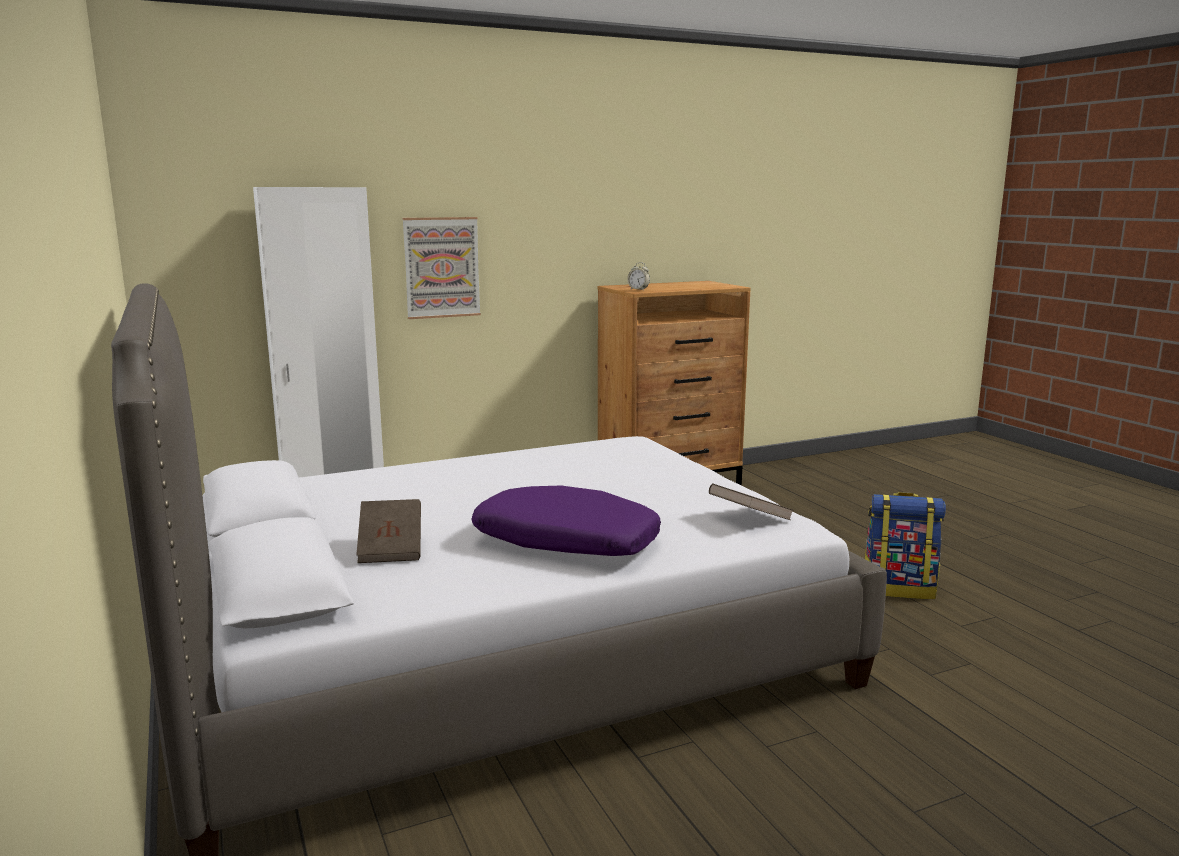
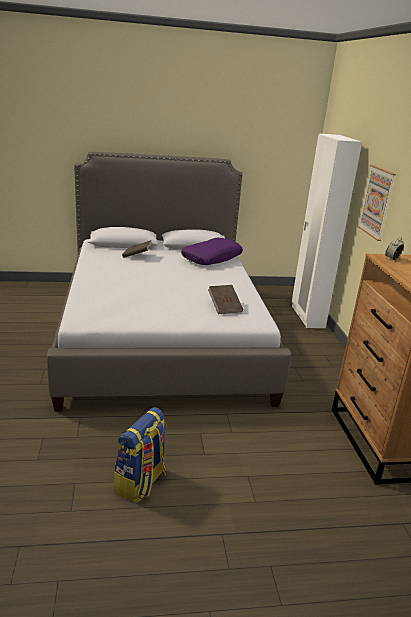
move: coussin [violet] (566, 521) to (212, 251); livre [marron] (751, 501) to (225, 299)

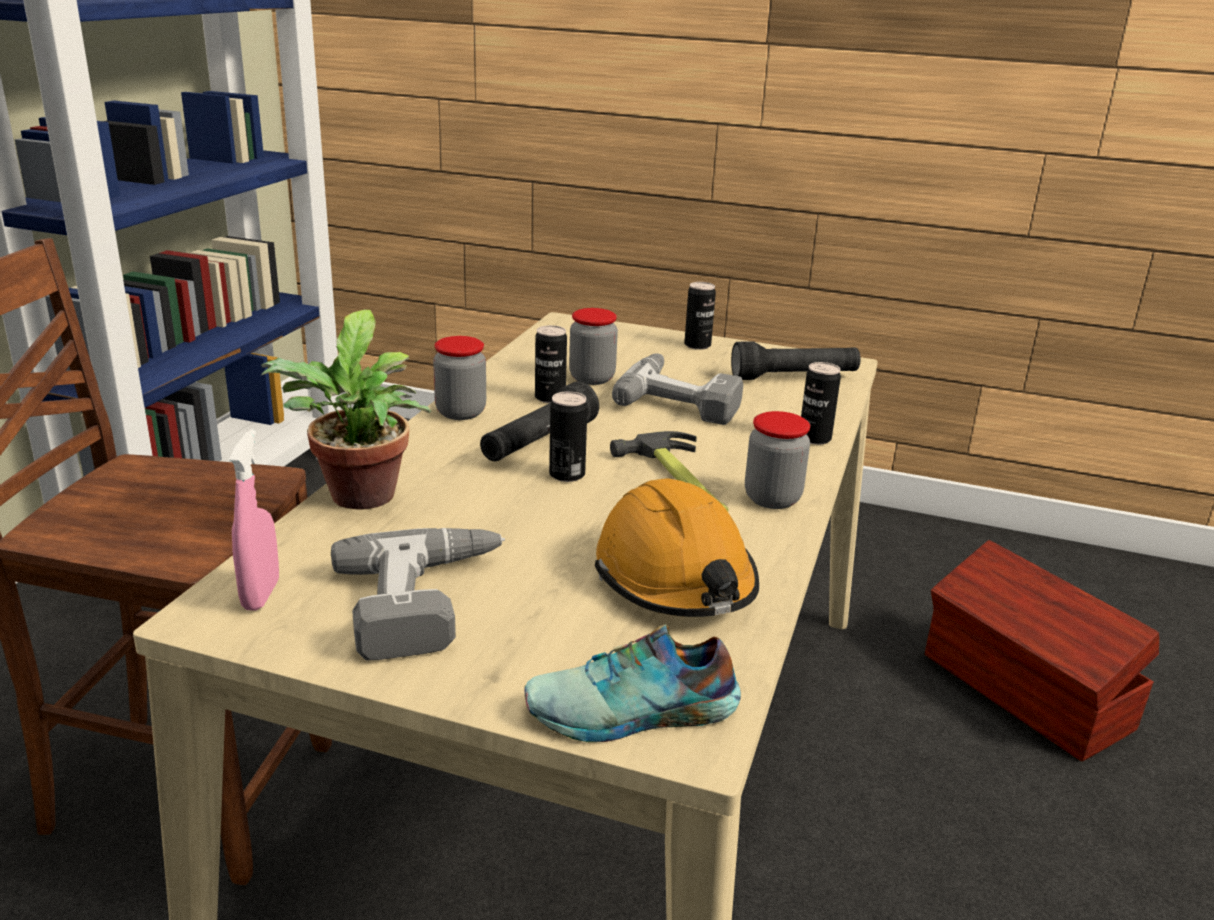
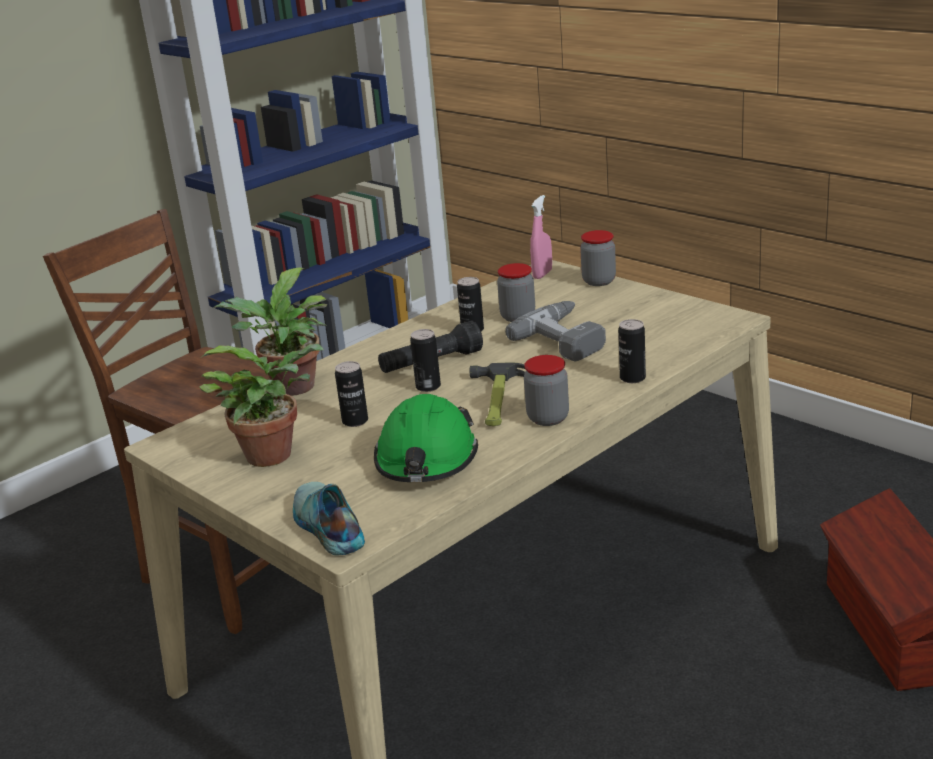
delete: lampe de poche [noir] (796, 360)
move: boîte métallique (700, 316) to (351, 394); vaporisateur [rose] (254, 520) to (541, 237); bocal (459, 378) to (598, 258)
replace: perceuse (418, 594) to plante en pot (262, 405)
recolor: casque de chantier [orange] (677, 548) to casque de chantier [vert] (426, 438)
rotate: chaussure (632, 683) = (329, 518) 45 degrees clockwise

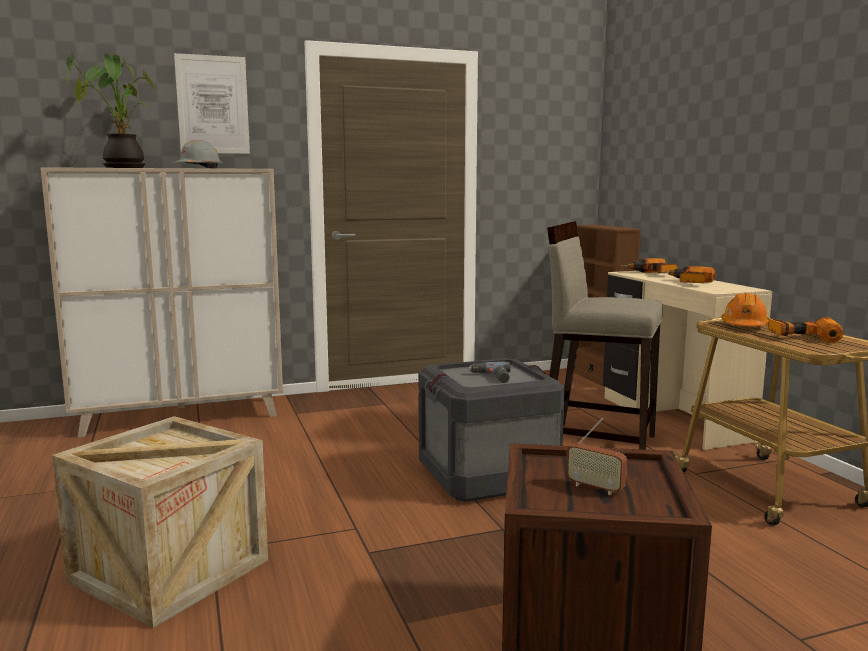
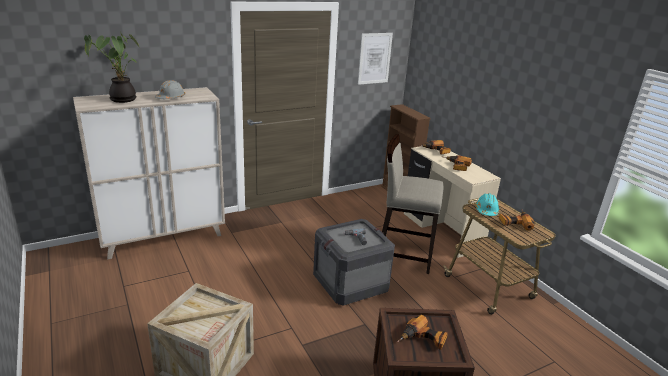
move: tableau (212, 103) to (375, 59)
replace: radio (596, 456) to perceuse (422, 332)
recolor: casque de chantier [orange] (745, 309) to casque de chantier [turquoise] (487, 204)

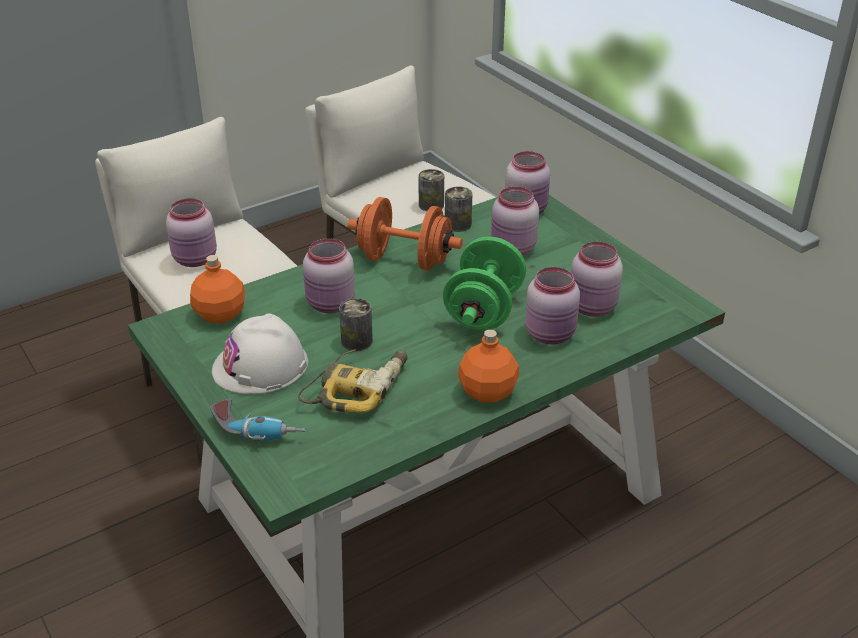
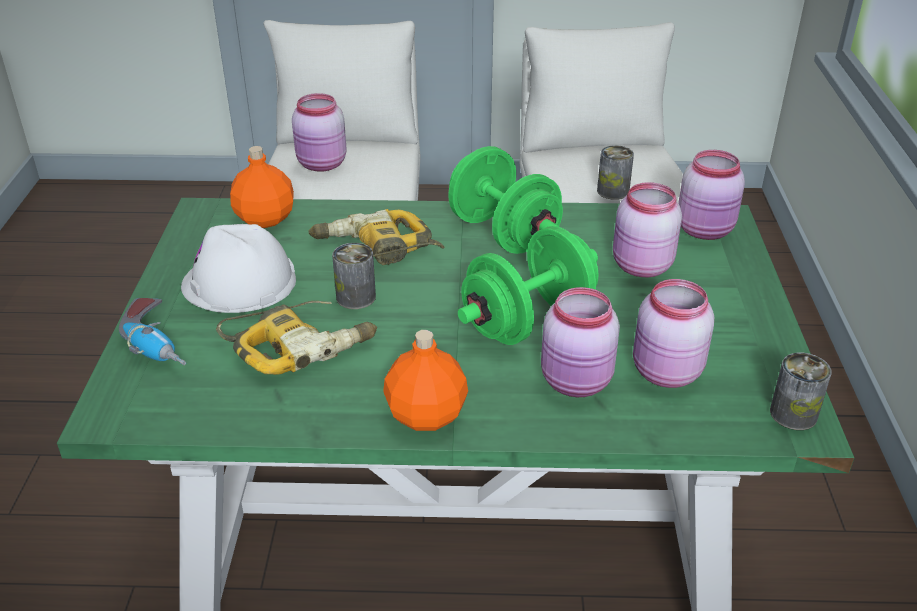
move: boîte métallique (458, 209) to (801, 391)
replace: bocal [rose] (329, 275) to perceuse (376, 237)
recolor: haltère [orange] (405, 234) to haltère [vert] (505, 200)

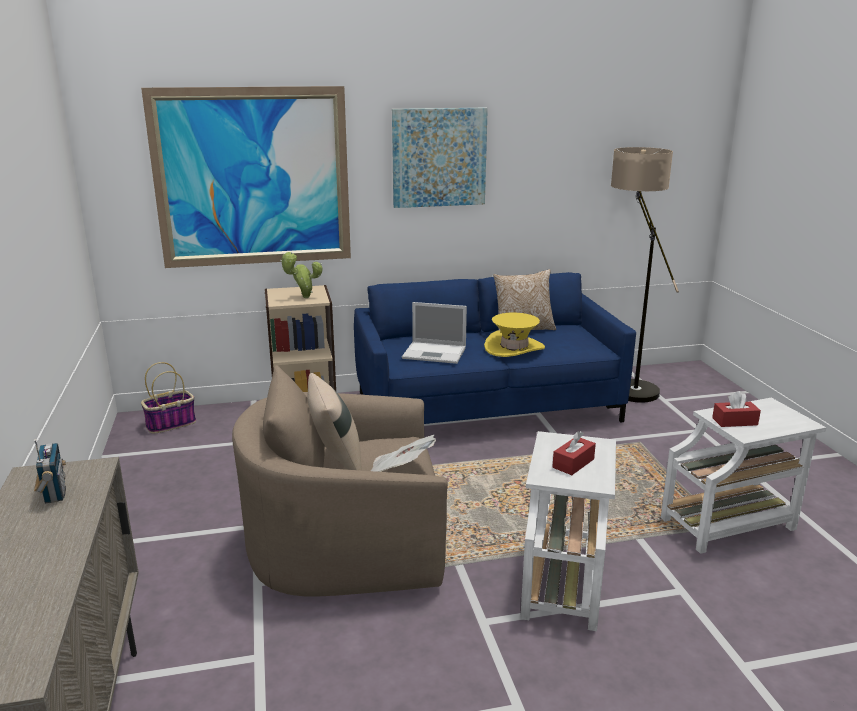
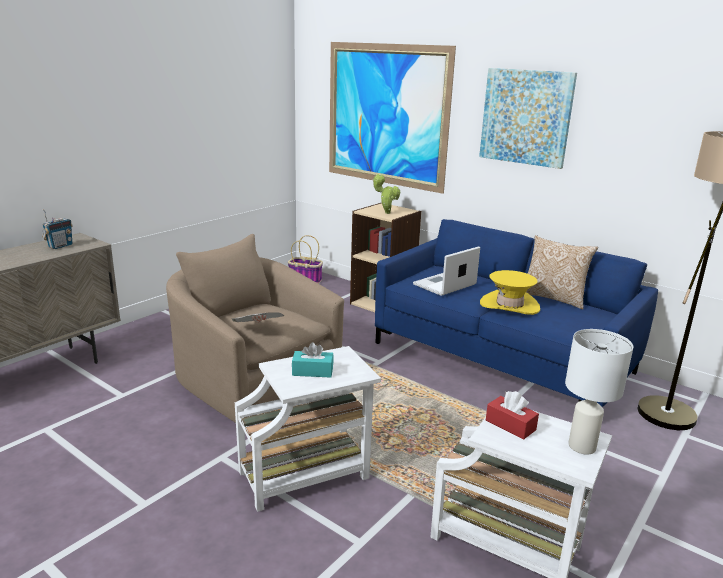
delete: coussin [beige] (335, 422)
insert: lampe de table [blanc] (599, 391)
recolor: boîte à mouchoirs [rouge] (574, 453) to boîte à mouchoirs [turquoise] (313, 360)
rotate: ordinateur portable (434, 333) = (446, 271) 75 degrees clockwise

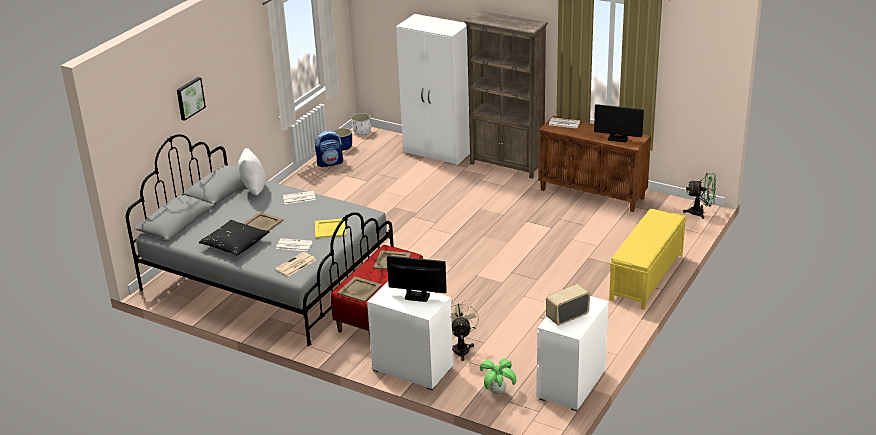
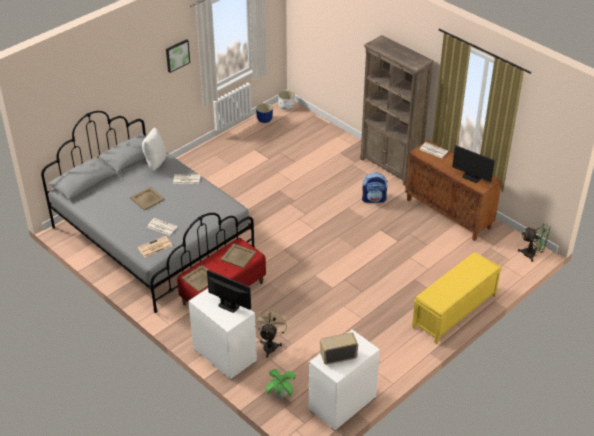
delete: coussin [noir] (234, 238); plateau [jaune] (330, 228); armoire [blanc] (433, 89)
move: tableau (191, 99) to (178, 56); sac à dos (329, 148) to (375, 187)

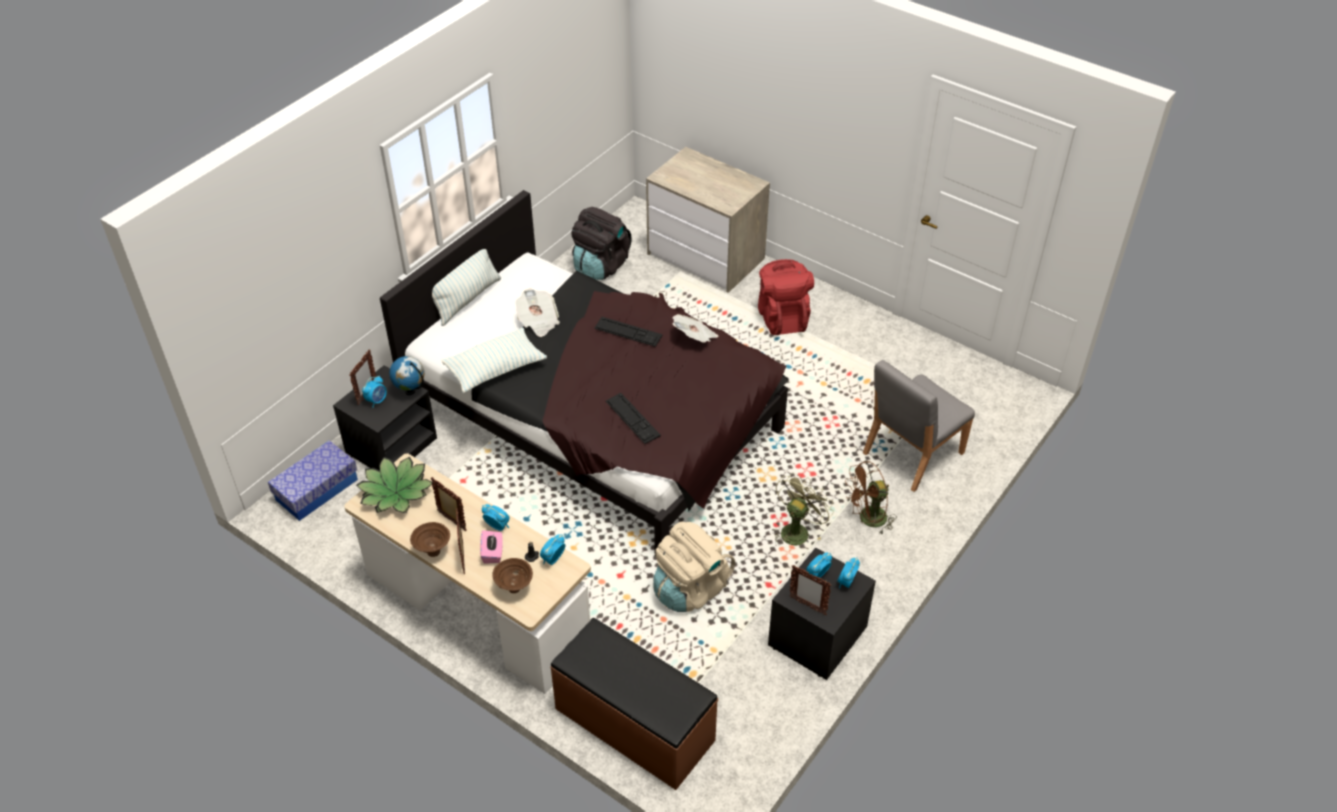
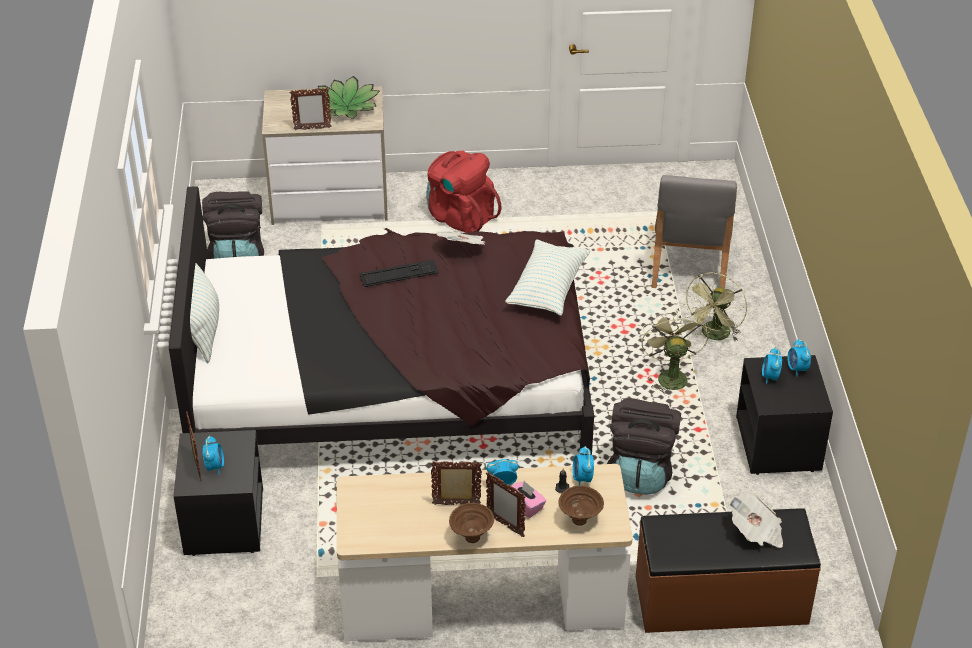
delete: boîte de rangement (313, 480); globe (406, 375); clavier (633, 418)
move: cadre photo (810, 590) to (311, 109); plante en pot (394, 485) to (349, 97); coussin (494, 360) to (547, 277); journal (537, 312) to (756, 520)
recolor: sac à dos [beige] (694, 567) to sac à dos [noir] (644, 446); ventilateur [marron] (871, 497) to ventilateur [vert] (716, 307)

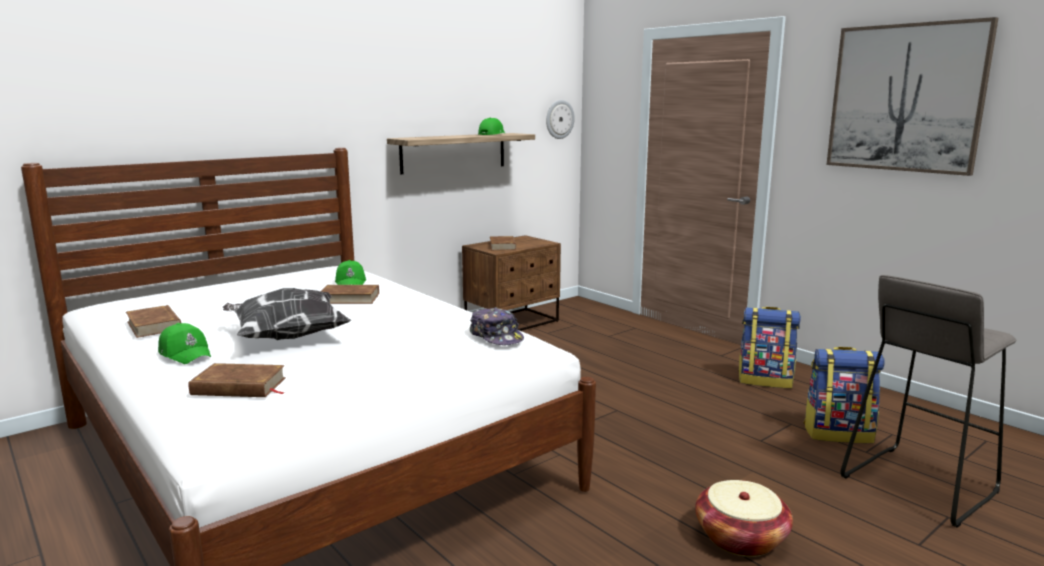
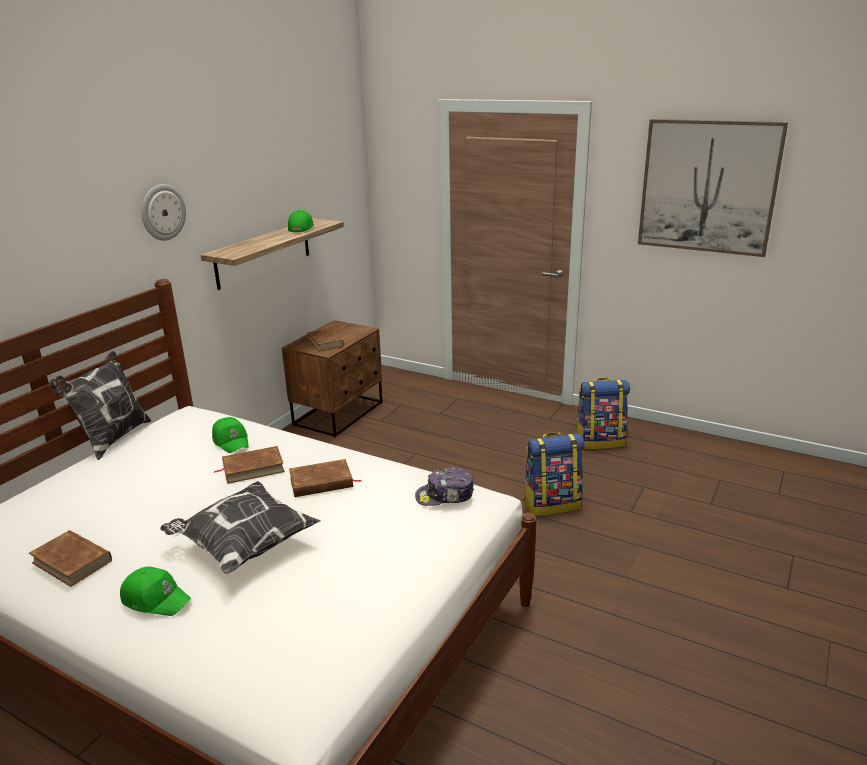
delete: panier (744, 518); tabouret [gris] (928, 401)
insert: coussin (100, 405)
move: horloge murale (560, 119) to (164, 212); livre [marron] (237, 380) to (325, 478); sac à dos (844, 395) to (553, 474)
rotate: casquette (497, 326) = (444, 486) 135 degrees clockwise

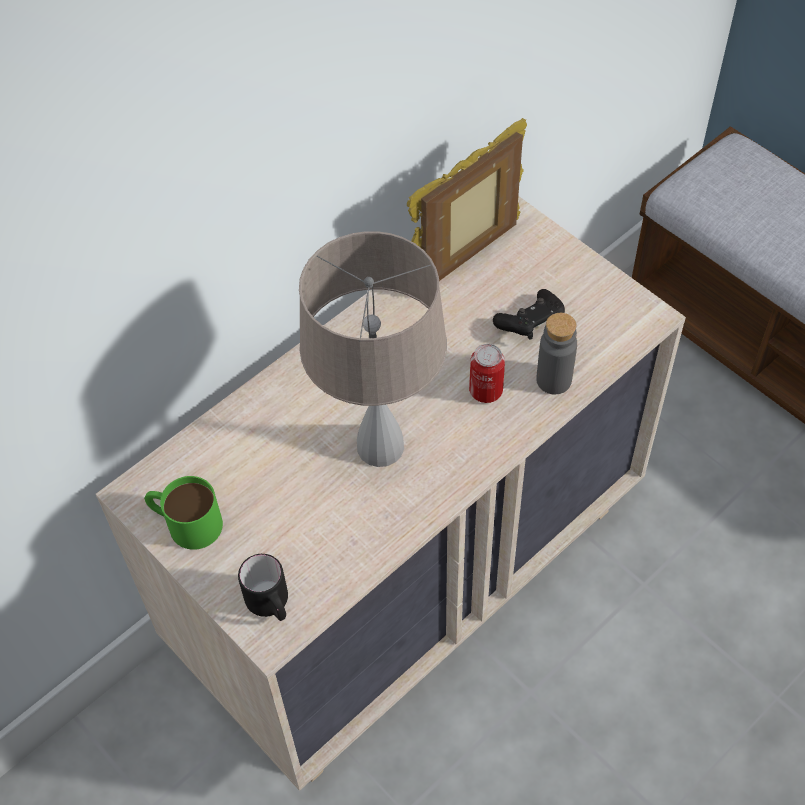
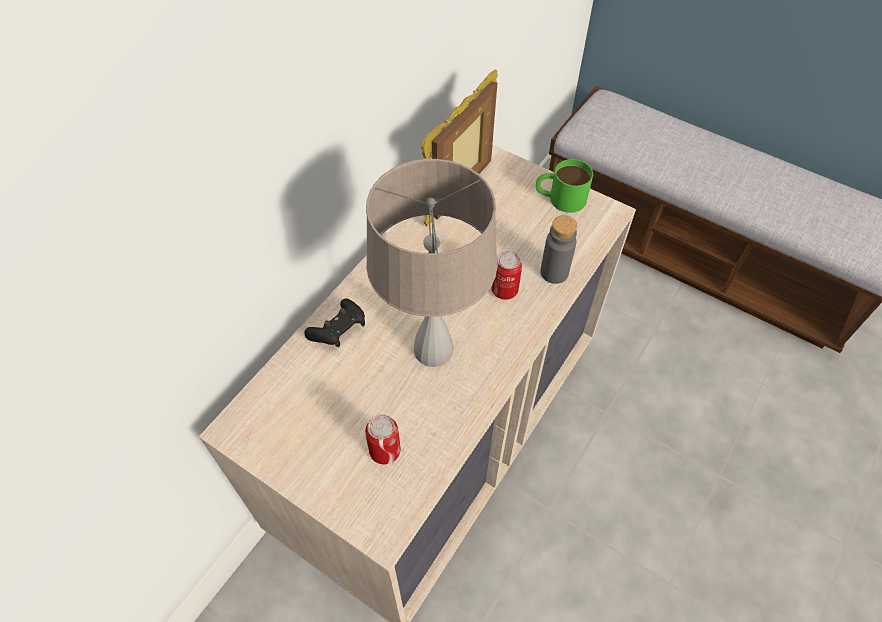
delete: mug [noir] (263, 587)
insert: boîte métallique (383, 439)
move: manette [noir] (529, 314) to (334, 323); mug [vert] (183, 513) to (564, 186)

